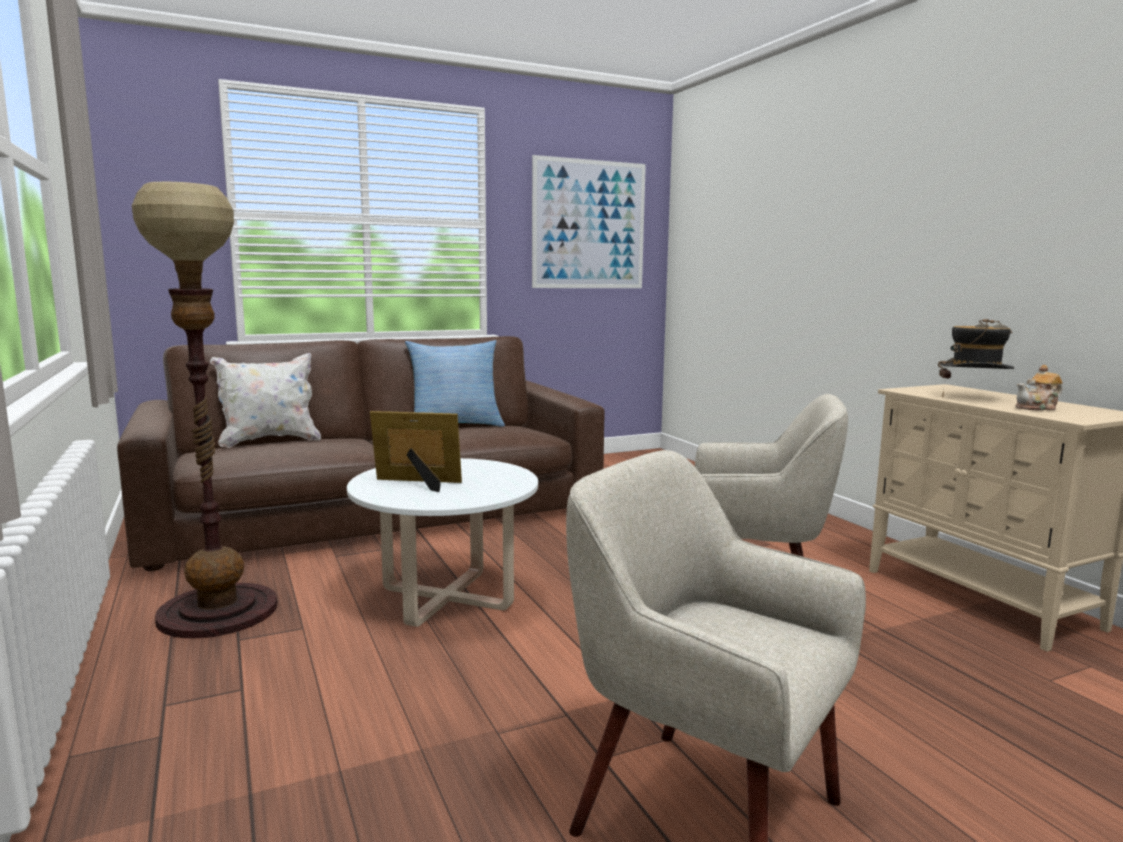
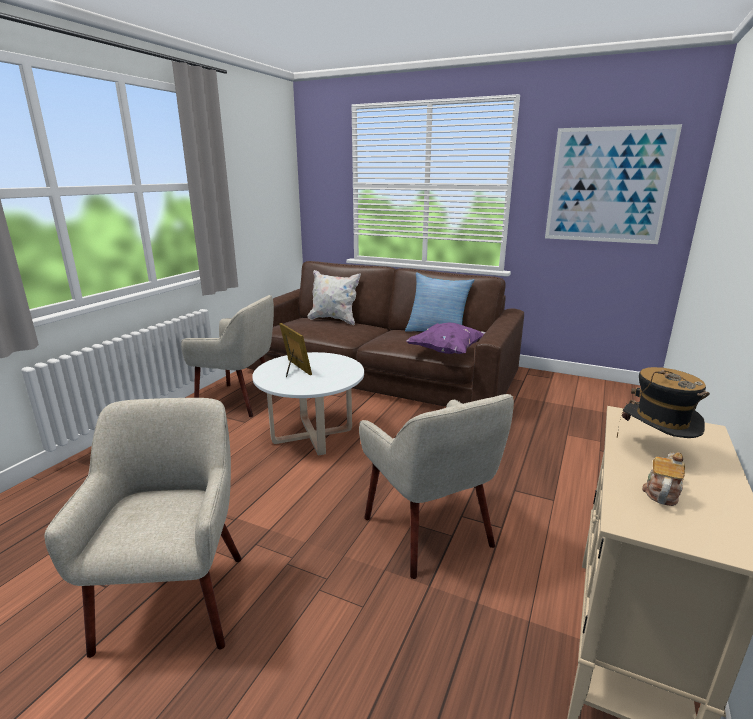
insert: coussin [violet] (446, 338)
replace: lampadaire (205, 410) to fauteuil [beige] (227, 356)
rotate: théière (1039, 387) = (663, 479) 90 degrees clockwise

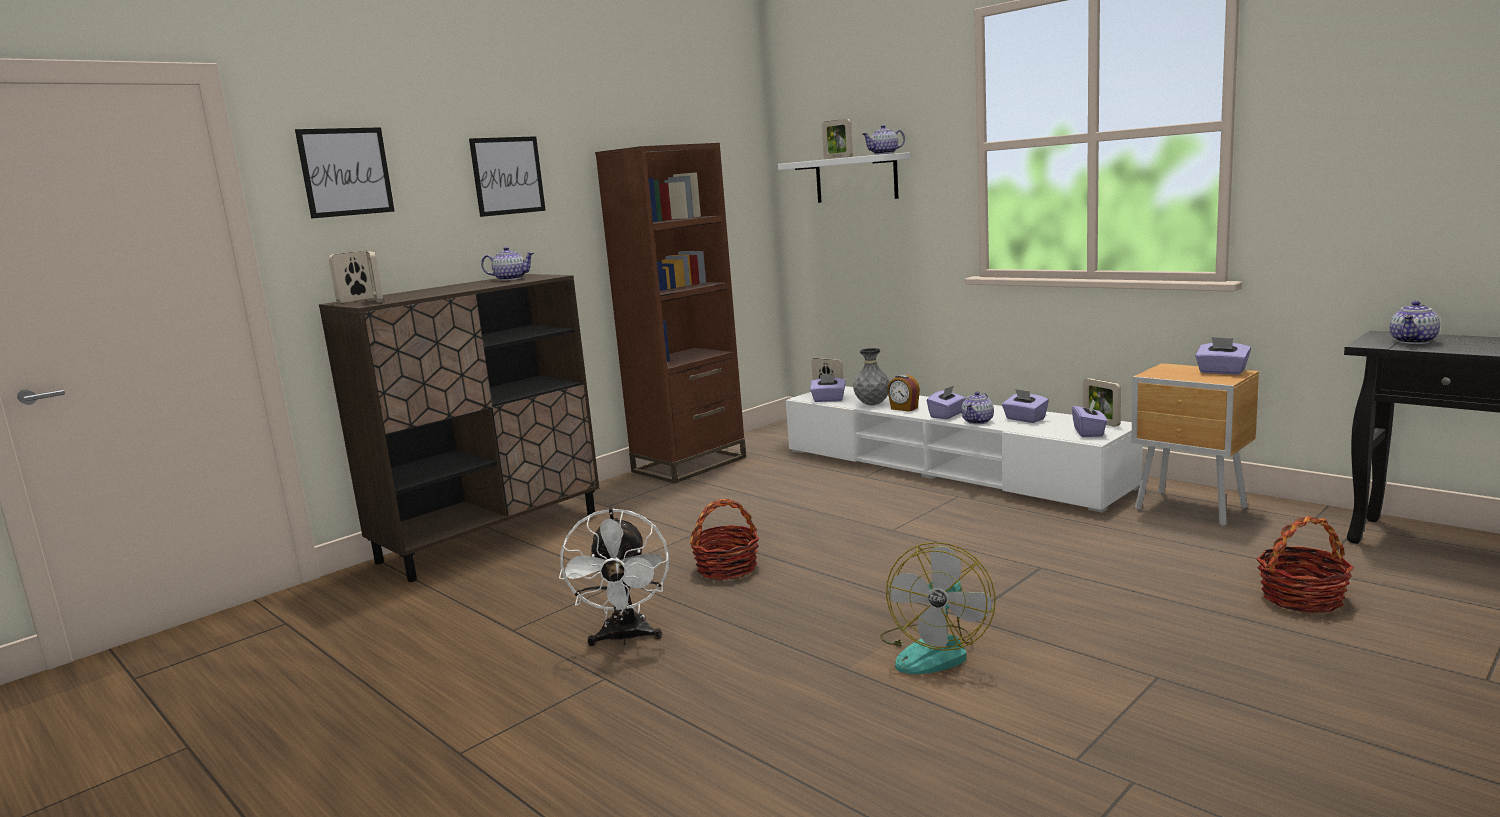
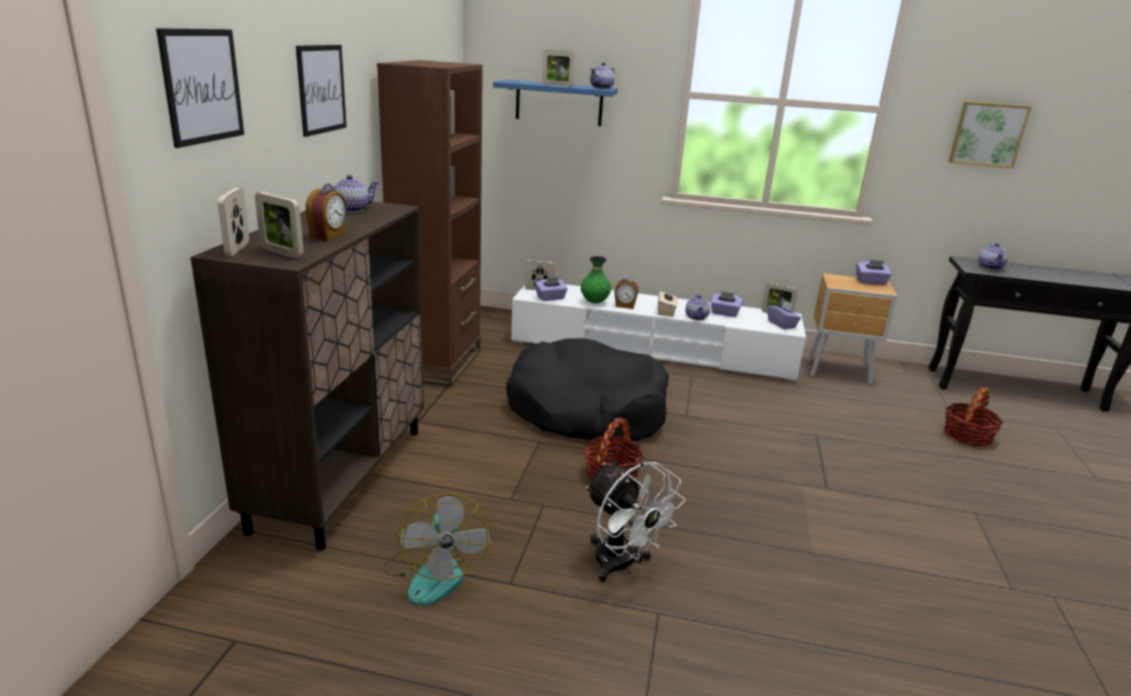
insert: réveil (326, 214); panier pour chien [noir] (587, 390); tableau (990, 134)
move: ventilateur (938, 608) to (437, 549)
recolor: étagère [blanc] (844, 177) to étagère [bleu] (555, 103); vase [gris] (871, 377) to vase [vert] (596, 279); boîte à mouchoirs [violet] (946, 402) to boîte à mouchoirs [beige] (668, 303)

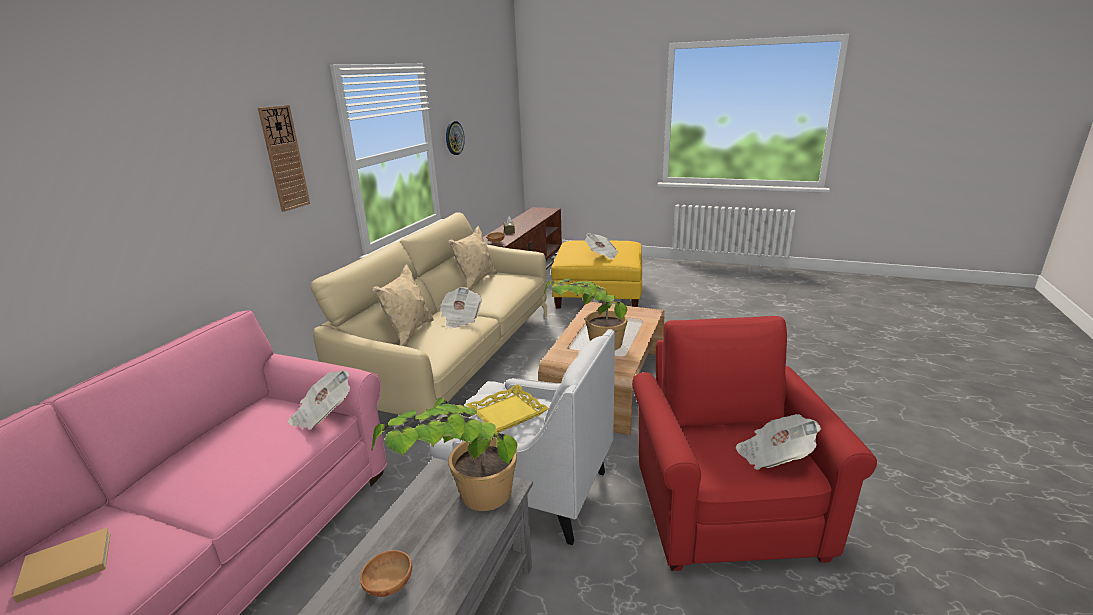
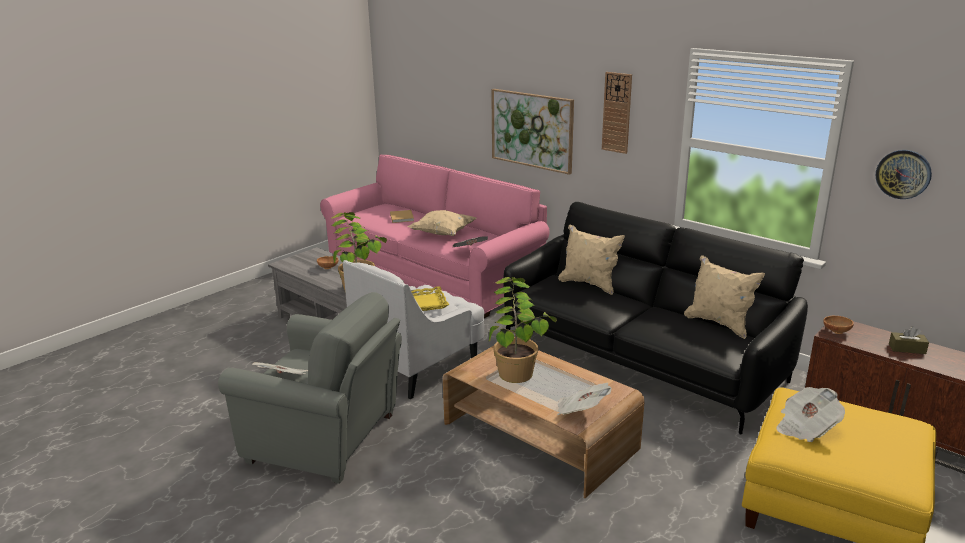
insert: coussin [beige] (442, 223); tableau (532, 132)
move: journal (460, 307) to (584, 399)
recolor: fauteuil [rouge] (754, 443) to fauteuil [gris] (310, 388); canapé [beige] (428, 314) to canapé [noir] (656, 318)

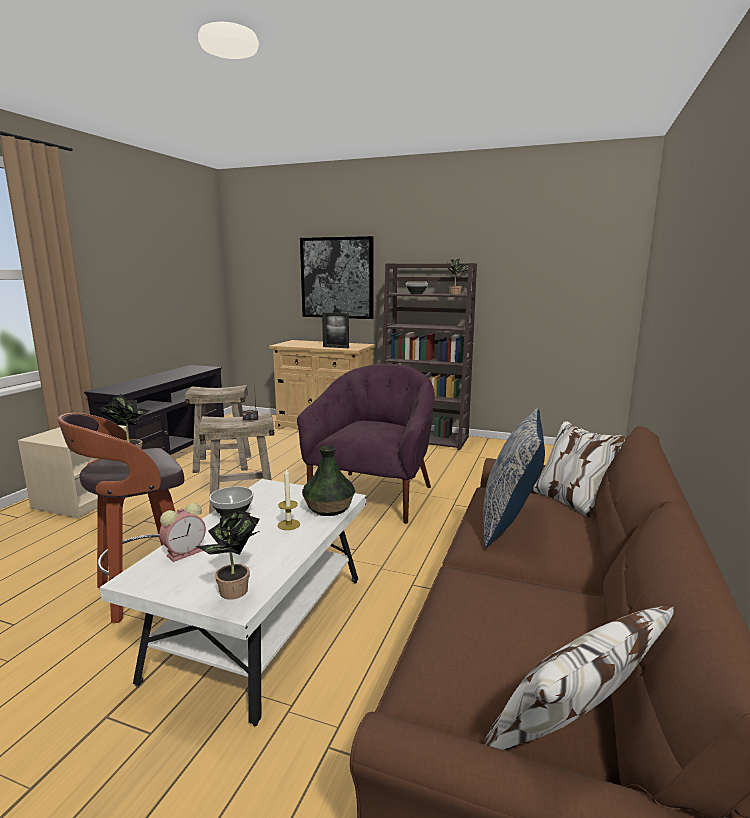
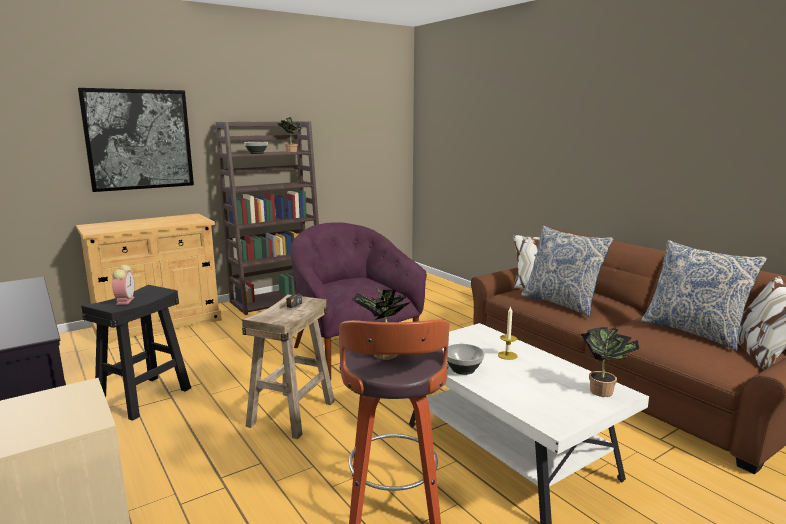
delete: vase (328, 481); cadre photo (335, 330)
insert: coussin (704, 295)
move: réveil (183, 532) to (123, 285)
recolor: tabouret [beige] (218, 429) to tabouret [noir] (136, 353)

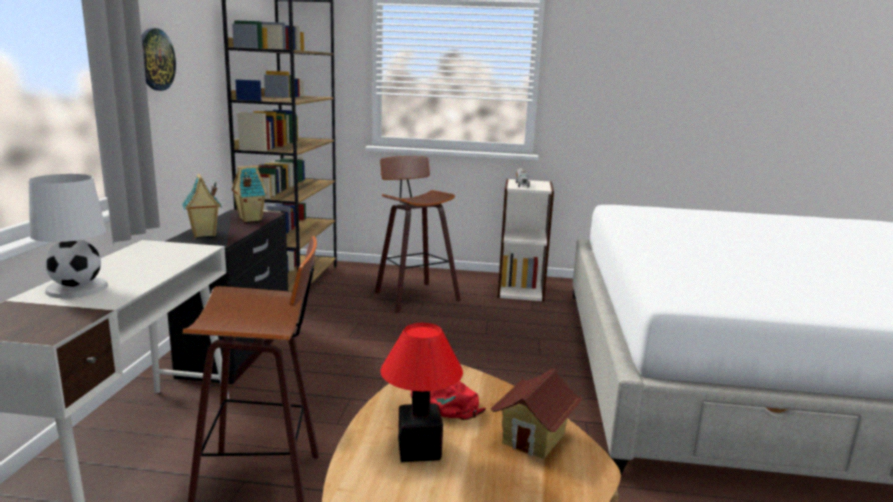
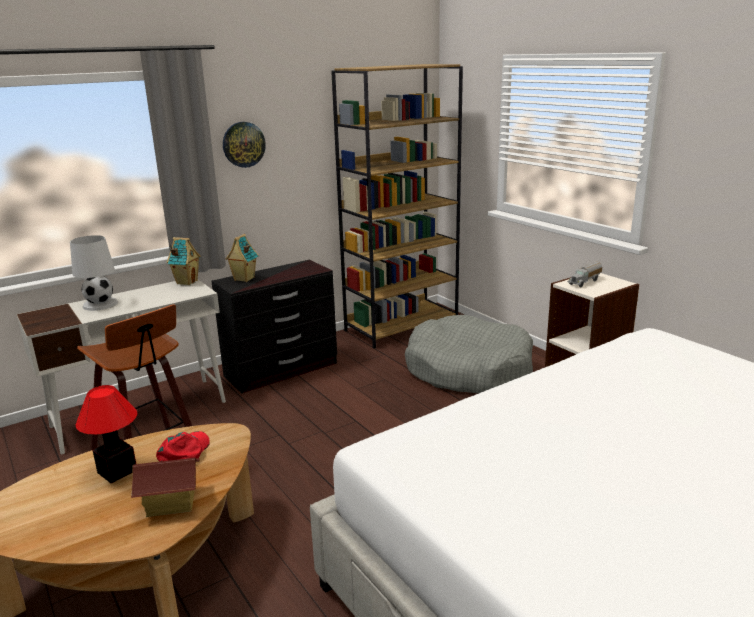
move: maison miniature (249, 193) to (184, 261)
replace: tabouret (418, 234) to panier pour chien [gris] (469, 354)

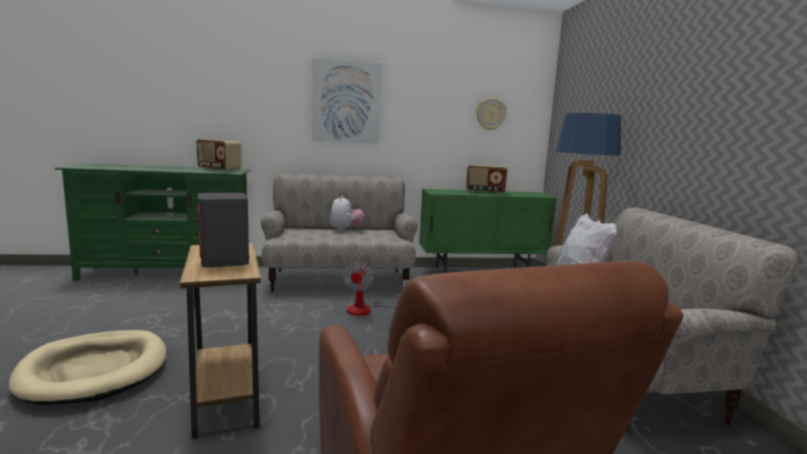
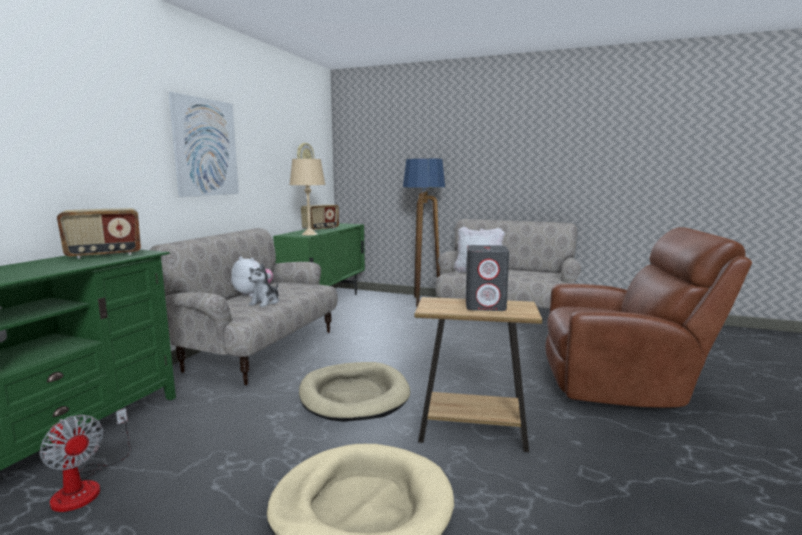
insert: peluche (264, 285); lampe de table [beige] (307, 197); panier pour chien [beige] (354, 392)
move: ventilateur (375, 288) to (85, 460)

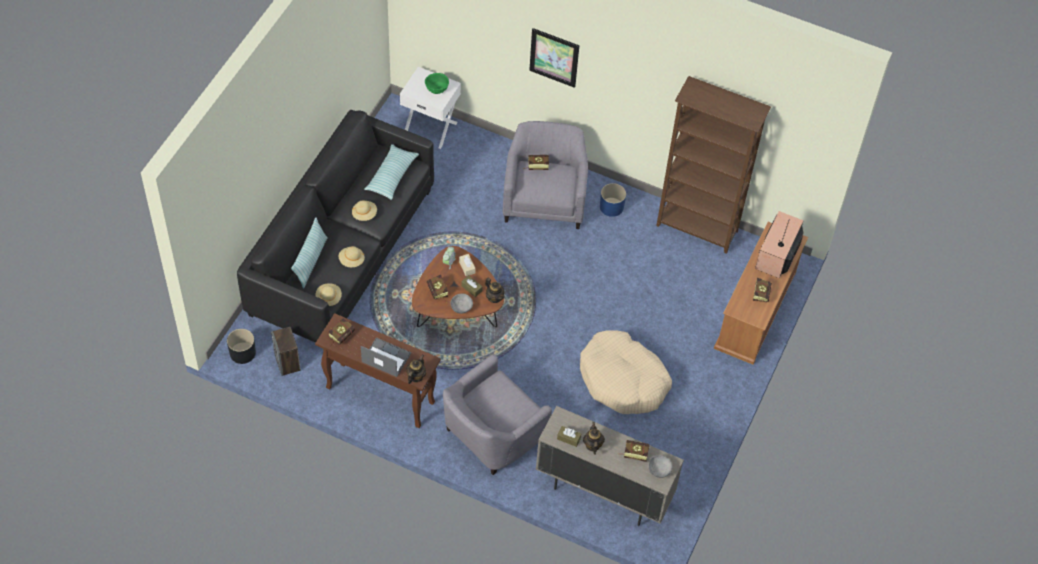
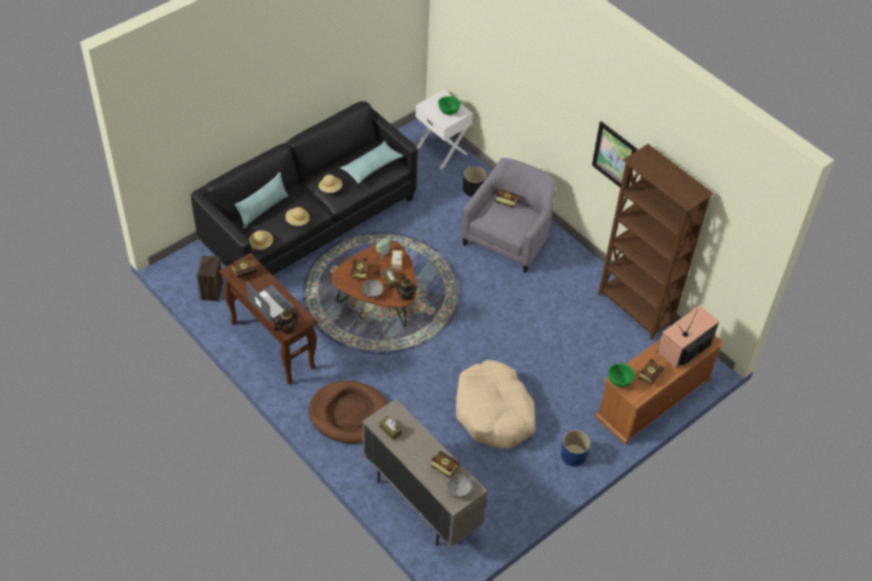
delete: théière (594, 438)
insert: bol [vert] (621, 375)
move: cache-pot [noir] (241, 346) to (475, 181); cache-pot [bleu] (613, 200) to (575, 448); tableau (554, 58) to (614, 155)
replace: fauteuil [gris] (497, 414) to panier pour chien [marron] (348, 412)

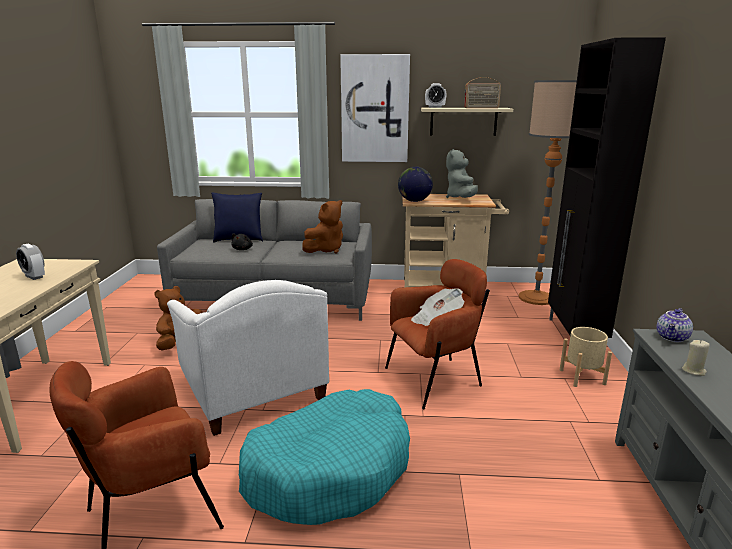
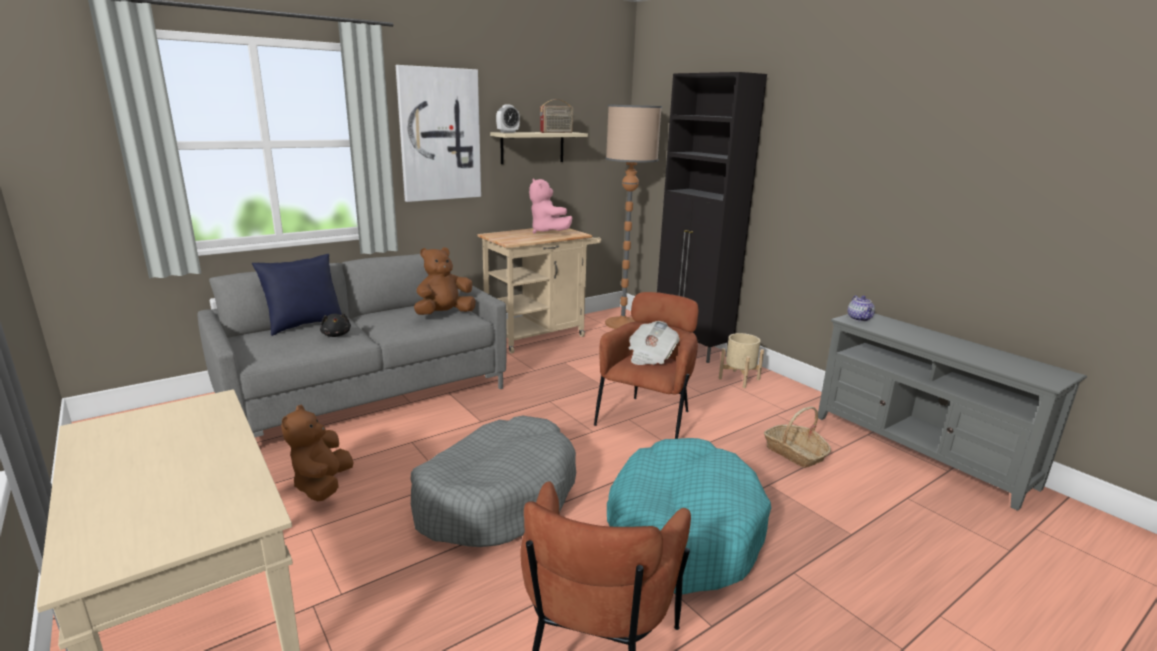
delete: réveil (30, 262); globe (415, 184); bougie [beige] (696, 358)
insert: panier (797, 437)
replace: fauteuil [blanc] (248, 358) to panier pour chien [gris] (493, 481)
recolor: peluche [gris] (462, 173) to peluche [rose] (550, 206)
rotate: peluche [marron] (322, 227) = (445, 281) 135 degrees counterclockwise

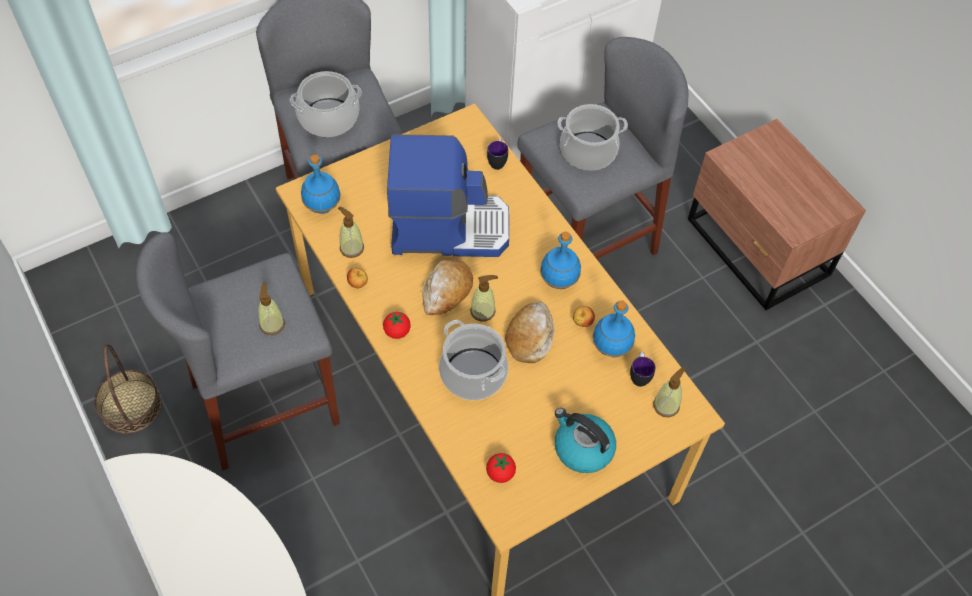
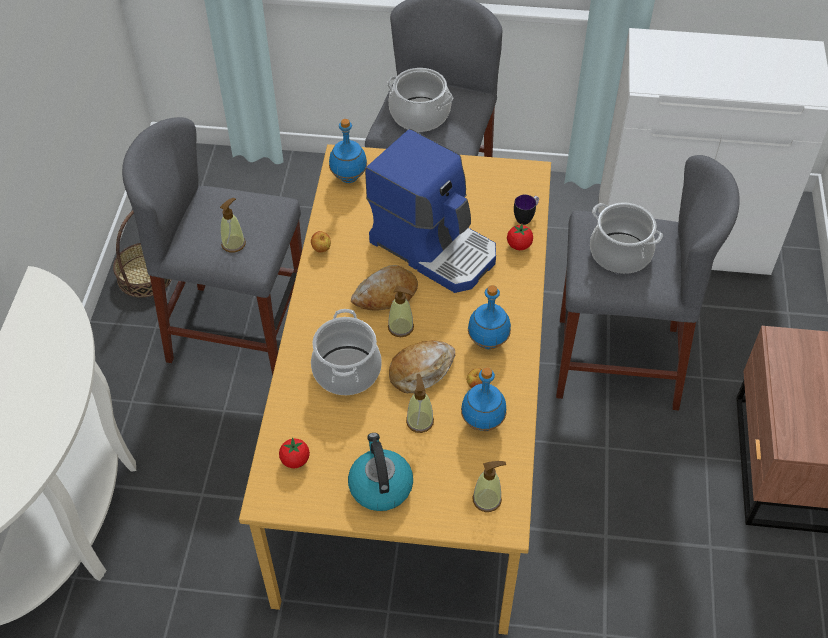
delete: mug (643, 369)
move: distributeur de savon (351, 232) to (420, 403); tomate (397, 325) to (520, 237)

